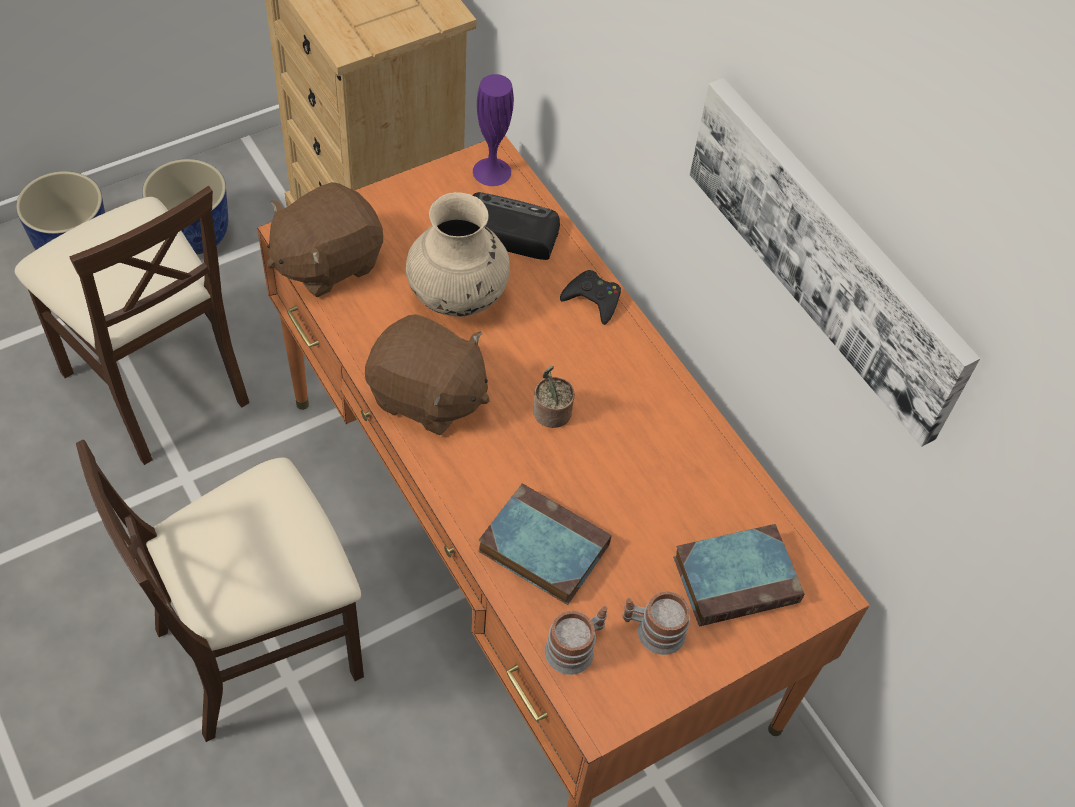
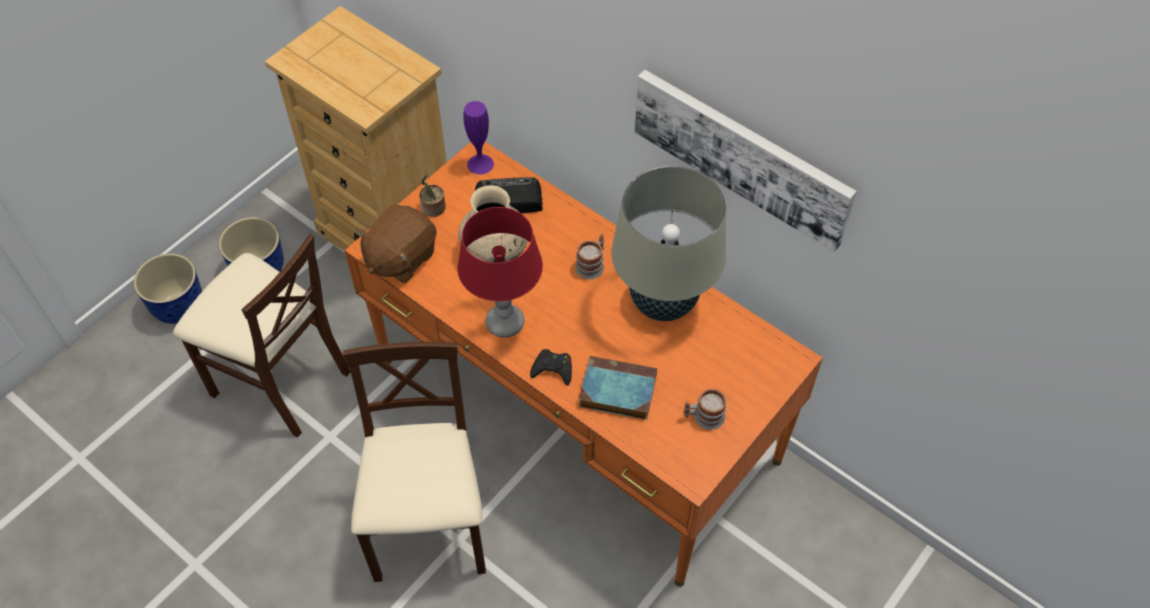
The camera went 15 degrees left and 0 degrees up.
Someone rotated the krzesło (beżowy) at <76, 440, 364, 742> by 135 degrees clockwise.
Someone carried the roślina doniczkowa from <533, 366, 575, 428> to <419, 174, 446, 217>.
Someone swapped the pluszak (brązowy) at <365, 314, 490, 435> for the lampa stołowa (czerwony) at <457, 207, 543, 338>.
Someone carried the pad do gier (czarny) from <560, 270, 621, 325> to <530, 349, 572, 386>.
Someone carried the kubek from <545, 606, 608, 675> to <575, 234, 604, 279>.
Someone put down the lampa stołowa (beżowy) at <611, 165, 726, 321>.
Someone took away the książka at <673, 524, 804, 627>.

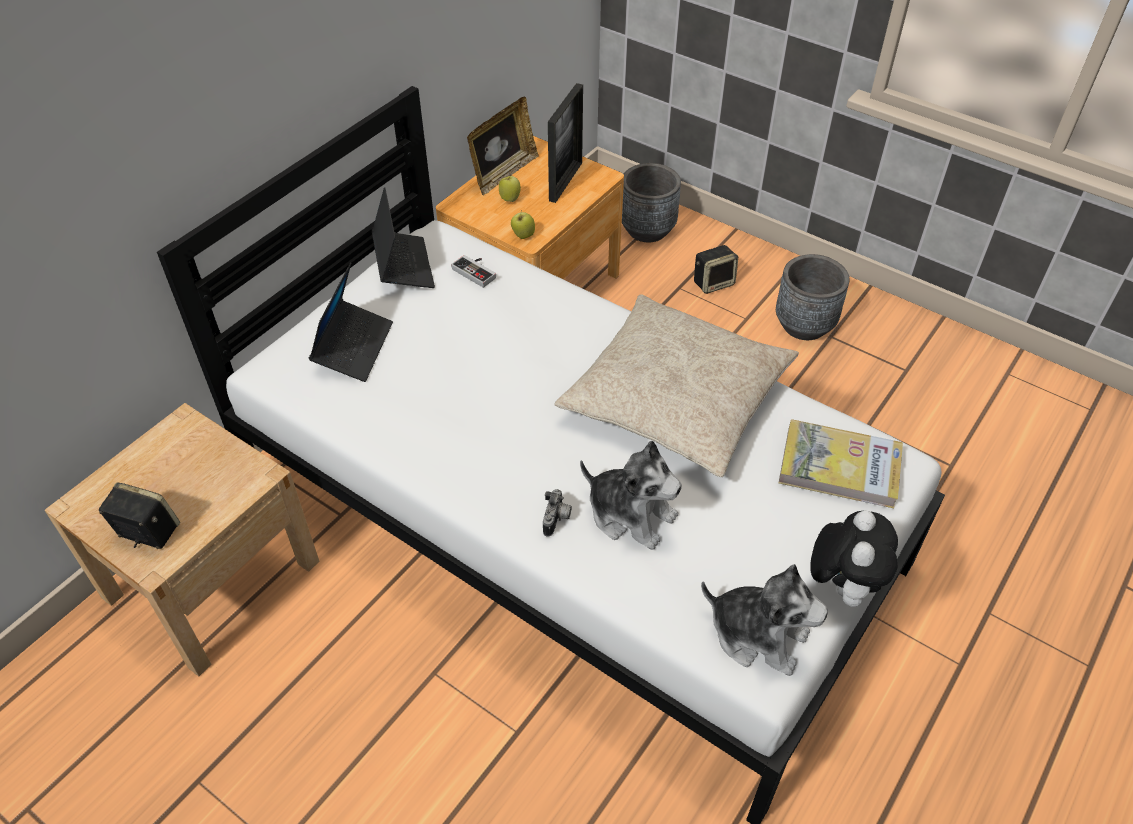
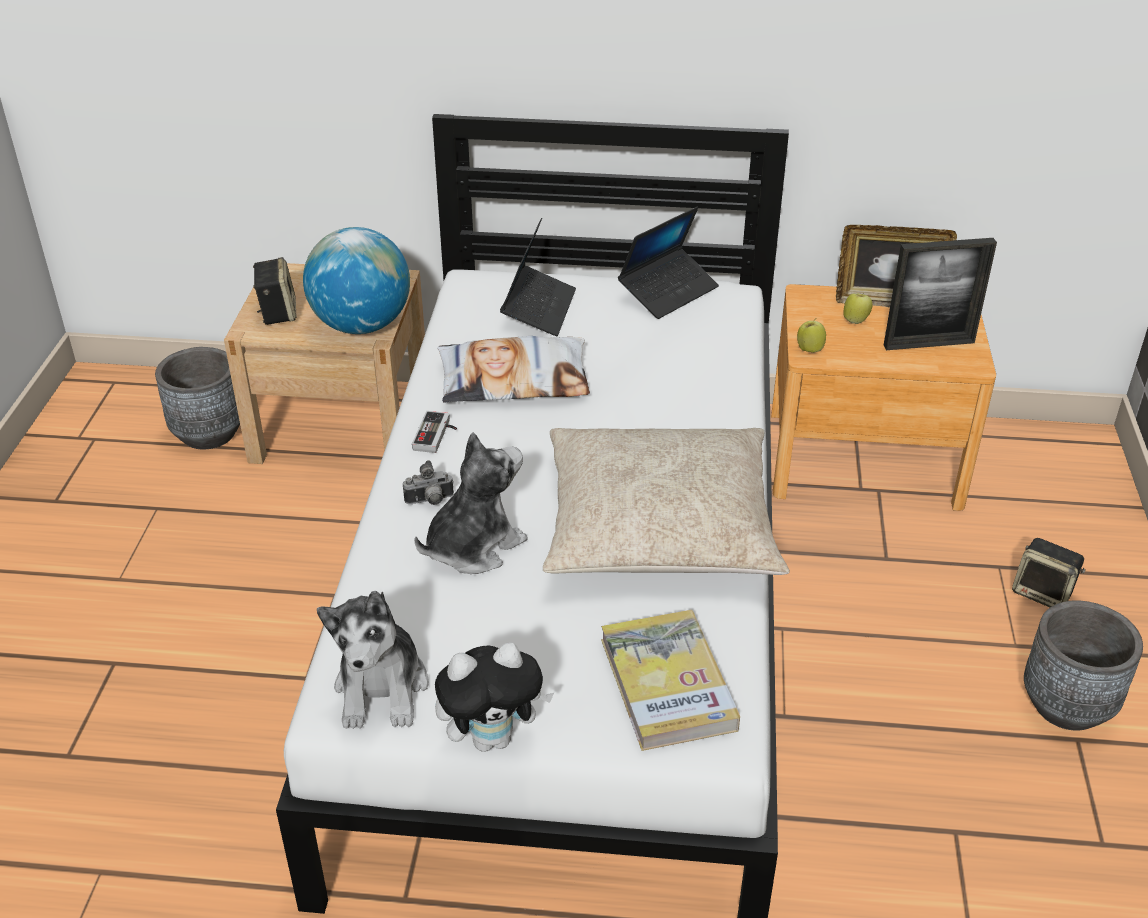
The camera went 60 degrees right and 10 degrees down.
Someone carried the donica (szary) from <622, 163, 681, 242> to <155, 347, 240, 449>.
Someone put down the globus at <303, 227, 410, 334>.
Someone carried the pad do gier from <451, 255, 496, 288> to <412, 411, 457, 453>.
Someone rotated the pluszak at <580, 441, 682, 550> by 135 degrees counterclockwise.
Someone put down the poduszka at <437, 336, 590, 403>.
Someone rotated the laptop at <309, 263, 393, 382> by 60 degrees counterclockwise.

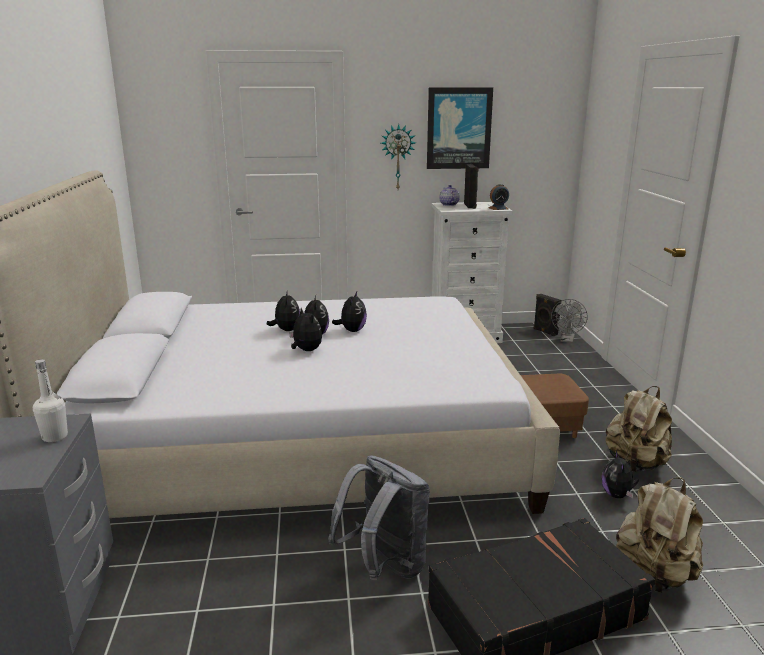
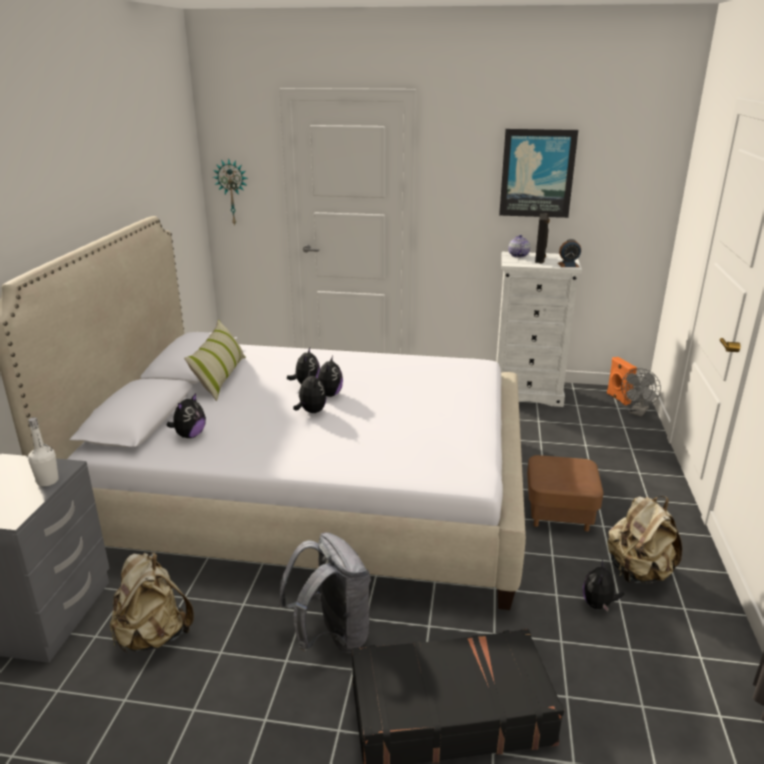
The camera went 15 degrees right and 5 degrees up.
Someone carried the plecak (beżowy) from <616, 477, 703, 593> to <110, 552, 194, 652>.
Someone carried the pluszak from <332, 292, 367, 332> to <167, 393, 206, 438>.
Someone put down the poduszka at <184, 320, 245, 401>.
Someone carried the zegar ścienny from <381, 124, 416, 189> to <213, 158, 248, 226>.
Someone repainted the głośnik (czarny) at <534, 294, 561, 336>, which became the głośnik (pomarańczowy) at <607, 357, 637, 405>.

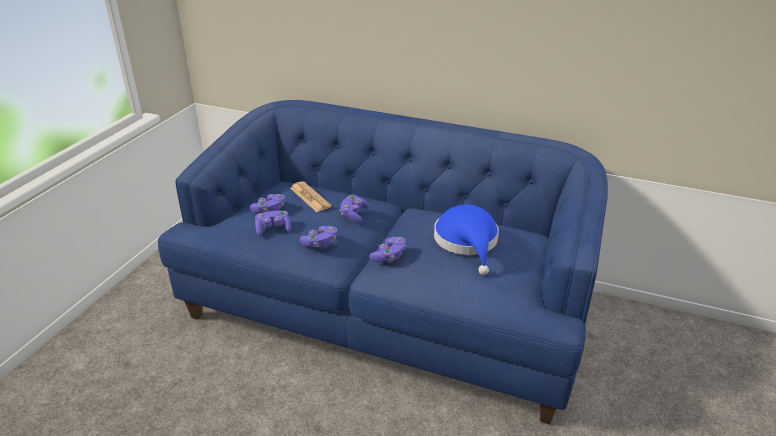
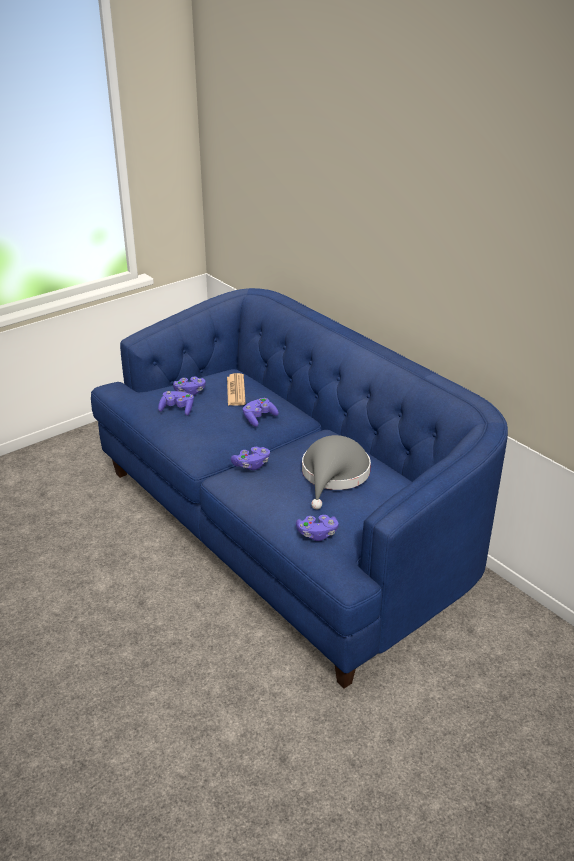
The camera went 30 degrees right and 0 degrees up.
Someone carried the pad do gier (fioletowy) from <300, 226, 337, 249> to <296, 515, 338, 541>.
Someone repainted the kapelusz (niebieski) at <434, 205, 499, 275>, which became the kapelusz (szary) at <302, 435, 371, 509>.

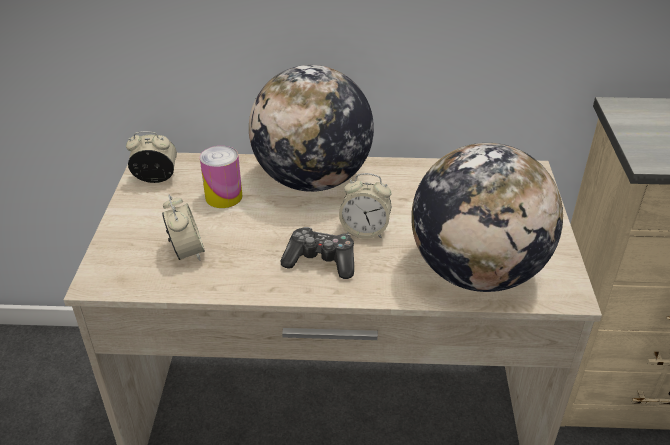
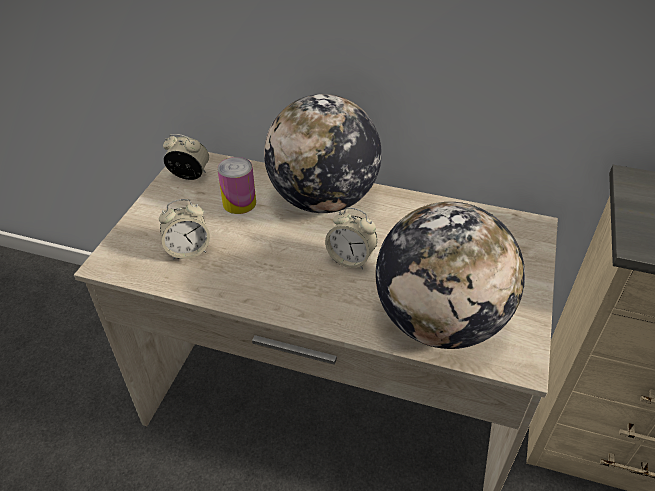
The camera went 15 degrees right and 5 degrees up.
Someone rotated the budzik at <162, 195, 205, 261> by 75 degrees clockwise.
Someone took away the pad do gier at <281, 227, 354, 279>.

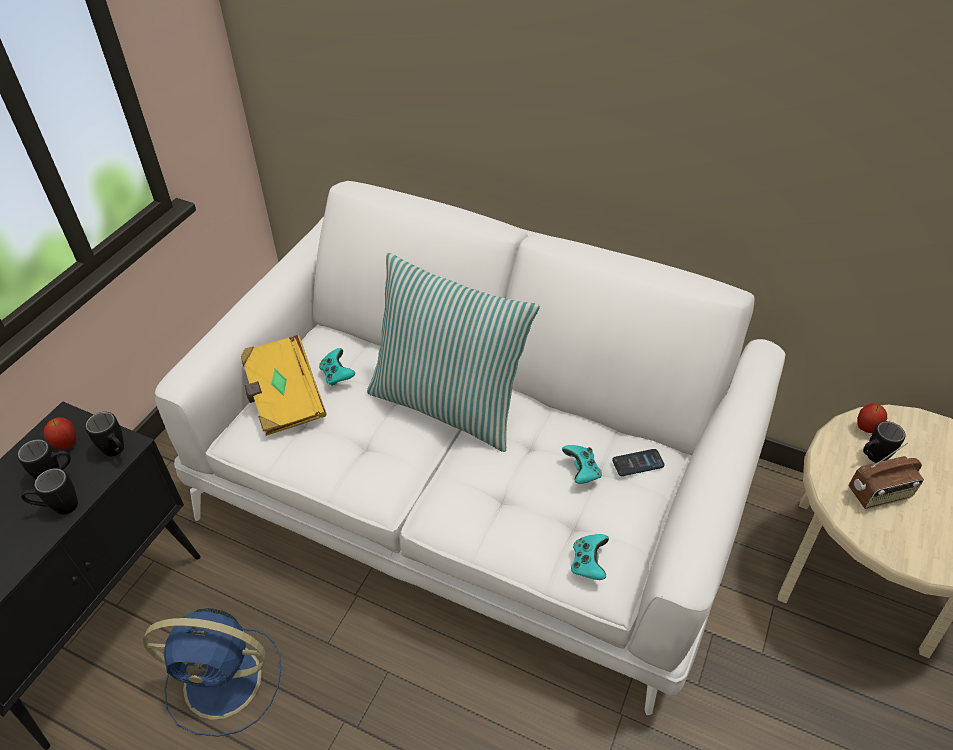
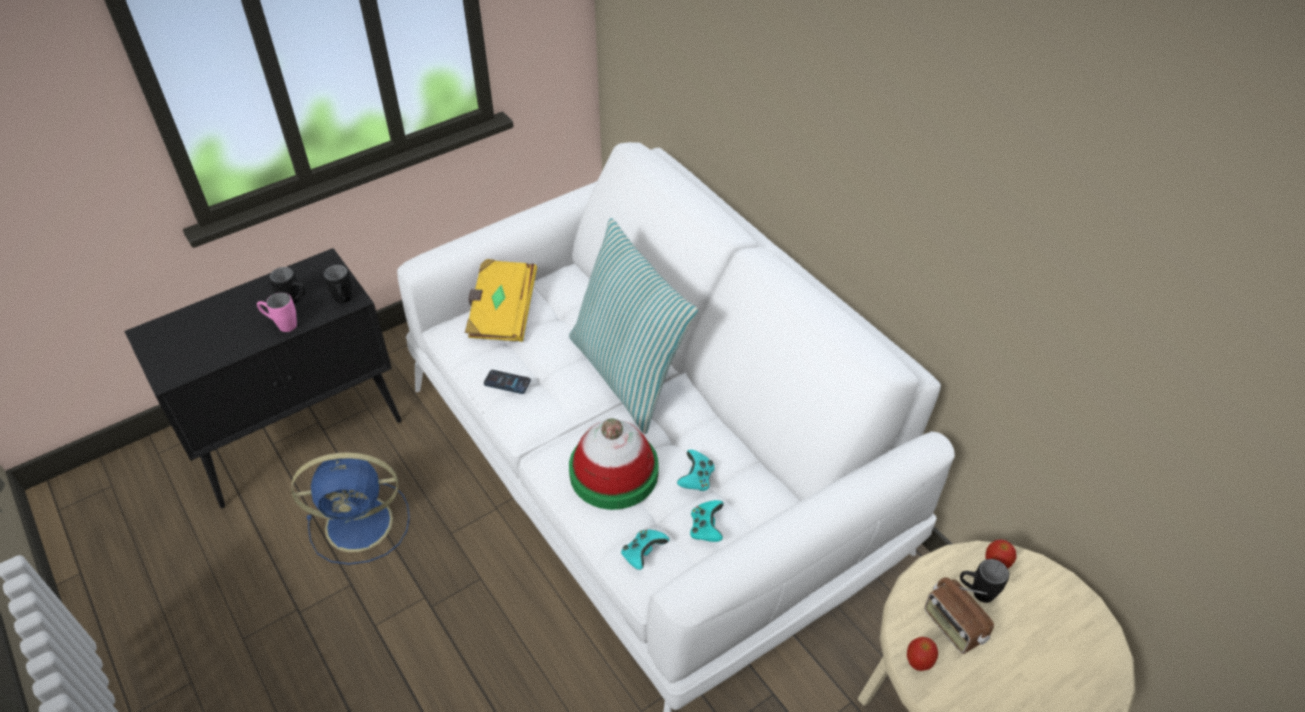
The camera went 30 degrees right and 0 degrees up.
Someone repainted the kubek (czarny) at <21, 468, 78, 515>, which became the kubek (różowy) at <257, 292, 297, 332>.
Someone rotated the wentylator (niebieski) at <143, 608, 281, 736> by 45 degrees counterclockwise.
Someone carried the telefon from <612, 449, 665, 476> to <484, 370, 531, 394>.
Someone put down the kapelusz at <569, 418, 659, 510>.
Someone carried the pad do gier (turkusowy) from <319, 348, 355, 386> to <690, 500, 724, 542>.
Someone carried the jabłko from <44, 417, 76, 450> to <907, 637, 938, 671>.
Someone rotated the radio at <849, 442, 924, 509> by 45 degrees clockwise.

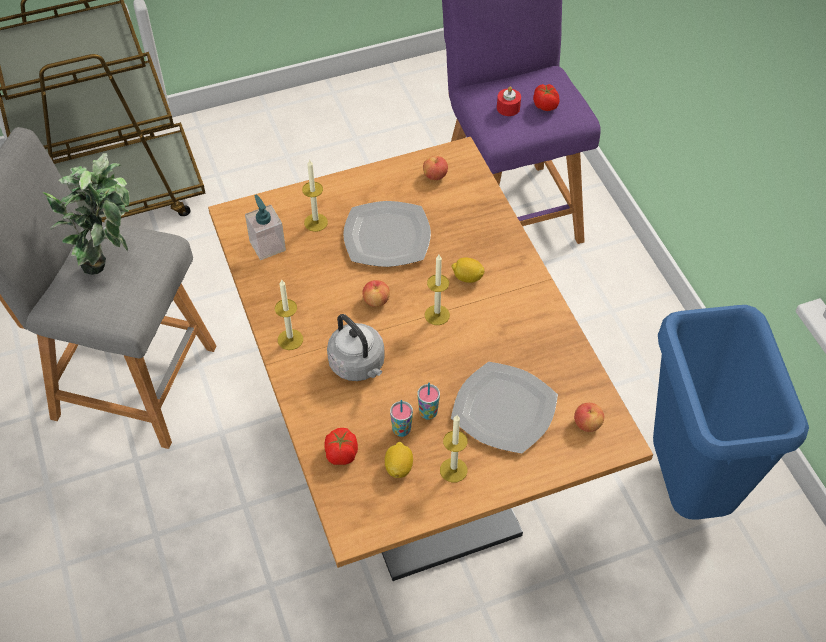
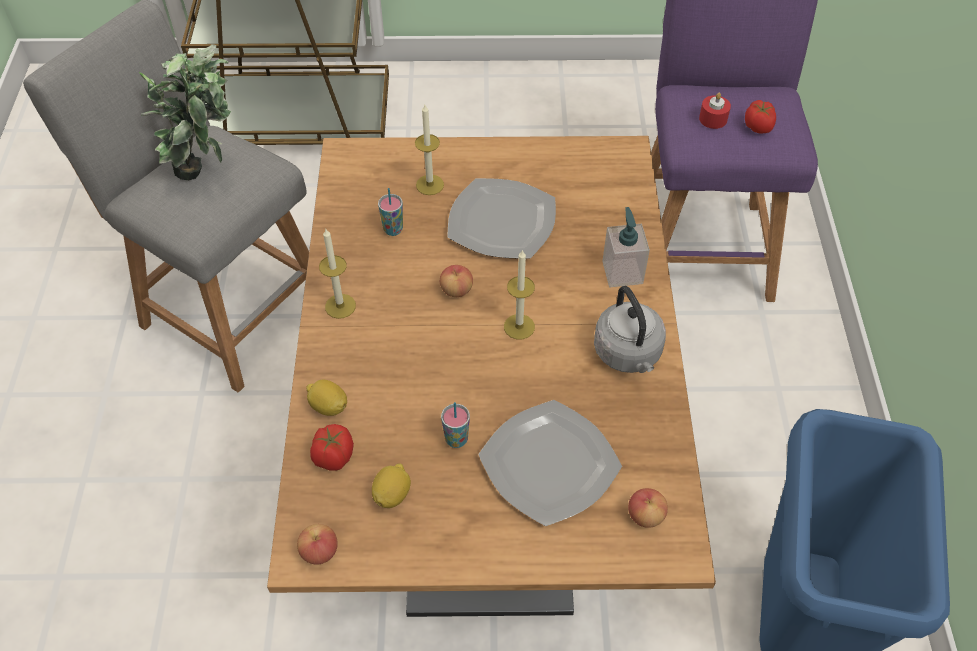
The camera went 20 degrees right and 0 degrees up.
Someone carried the jabłko from <423, 156, 448, 180> to <297, 524, 338, 565>.
Someone carried the cytryna from <452, 257, 485, 283> to <306, 380, 347, 416>.
Someone carried the filiżanka from <390, 400, 413, 437> to <378, 188, 403, 236>.
Someone carried the czajnik (szary) from <327, 314, 385, 381> to <594, 286, 666, 373>.
Someone carried the dozownik mydła from <245, 194, 286, 260> to <602, 207, 650, 287>.
Someone took away the świeca at <440, 415, 468, 482>.

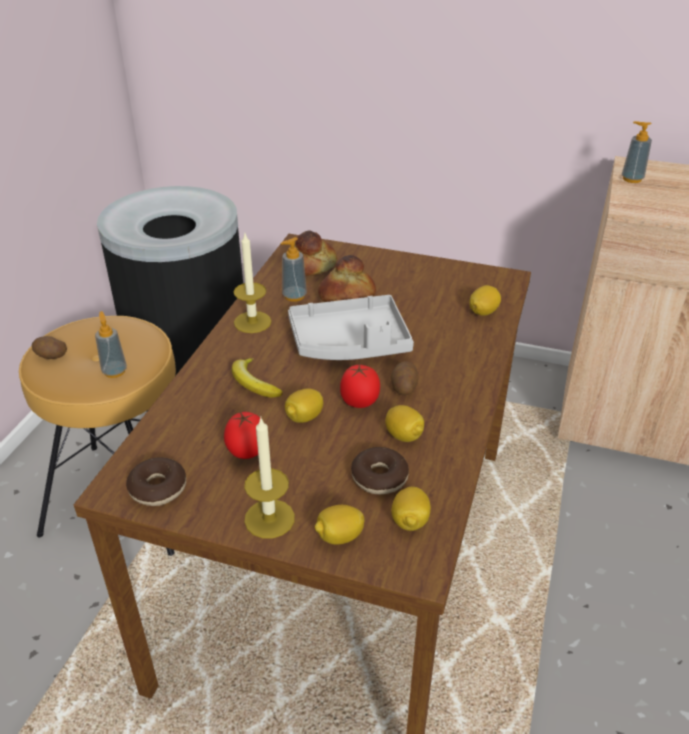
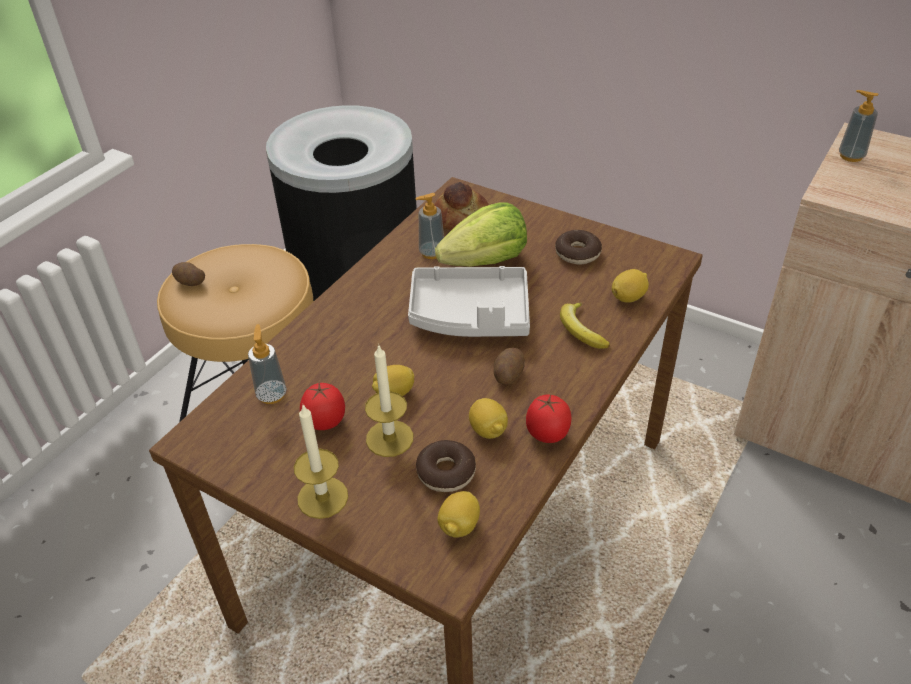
The camera went 15 degrees right and 5 degrees up.
Someone carried the dozownik mydła from <95, 311, 127, 378> to <248, 324, 287, 404>.
Someone carried the świeca from <233, 234, 272, 333> to <365, 344, 413, 457>.
Someone swapped the chleb at <318, 255, 376, 302> for the sałata at <435, 202, 527, 267>.
Someone carried the pomidor from <340, 364, 380, 408> to <526, 395, 571, 443>.
Someone carried the donut from <126, 457, 186, 506> to <555, 230, 602, 265>.
Someone carried the banan from <232, 358, 283, 397> to <560, 302, 610, 349>.
Someone took away the cytryna at <315, 505, 364, 545>.

